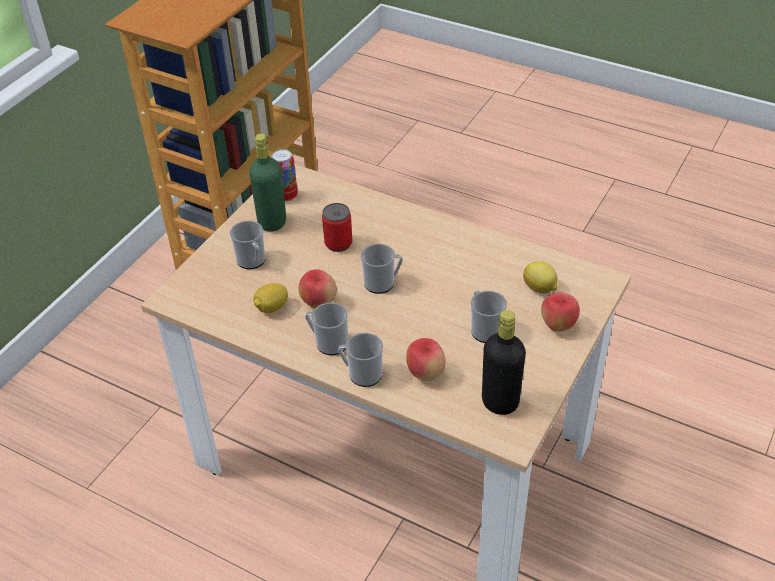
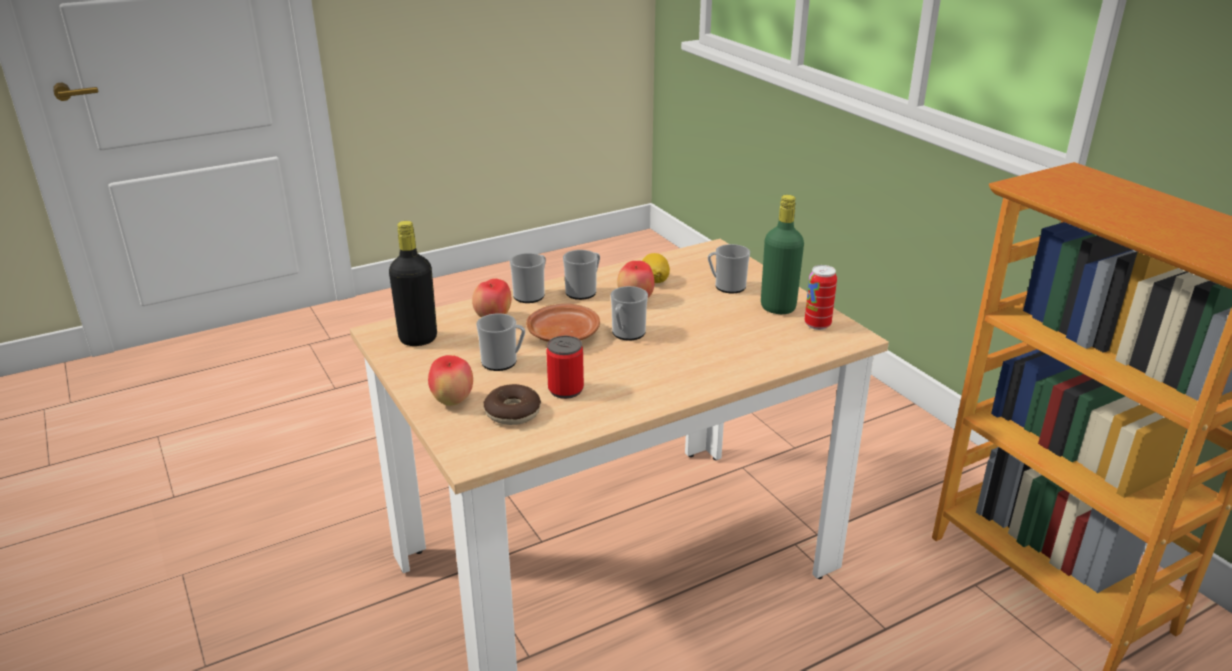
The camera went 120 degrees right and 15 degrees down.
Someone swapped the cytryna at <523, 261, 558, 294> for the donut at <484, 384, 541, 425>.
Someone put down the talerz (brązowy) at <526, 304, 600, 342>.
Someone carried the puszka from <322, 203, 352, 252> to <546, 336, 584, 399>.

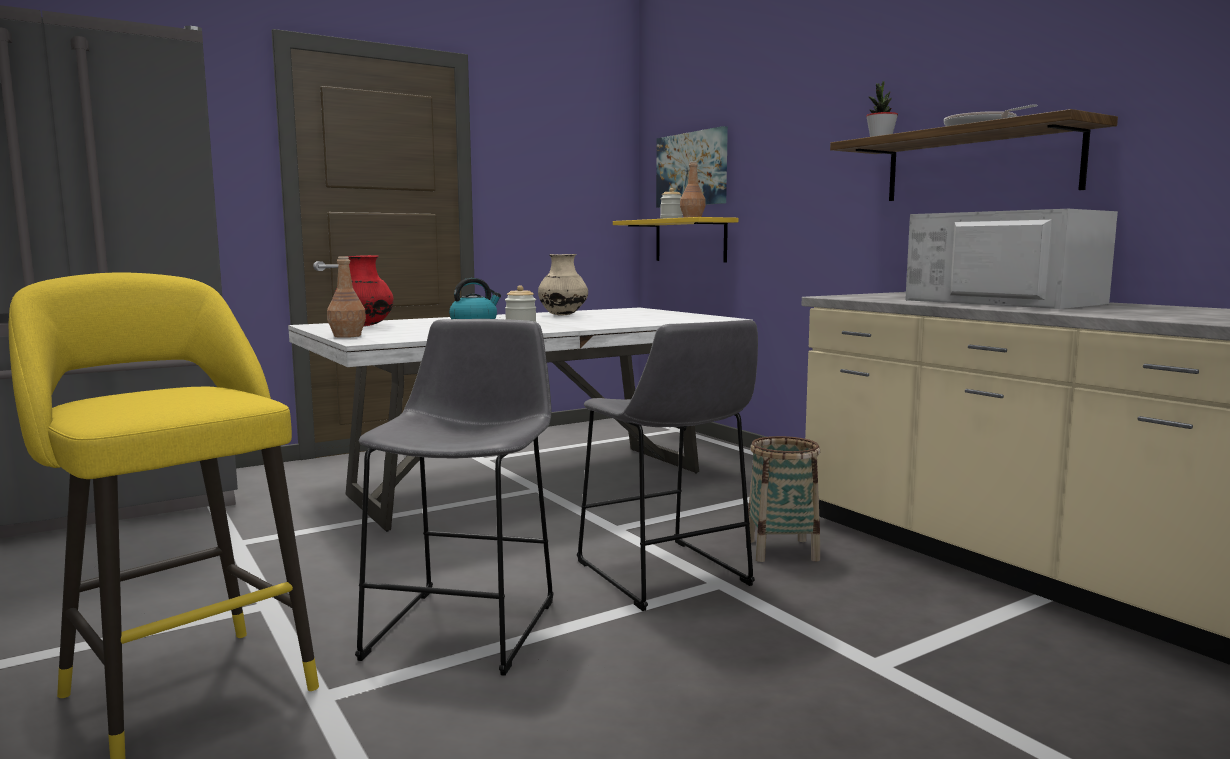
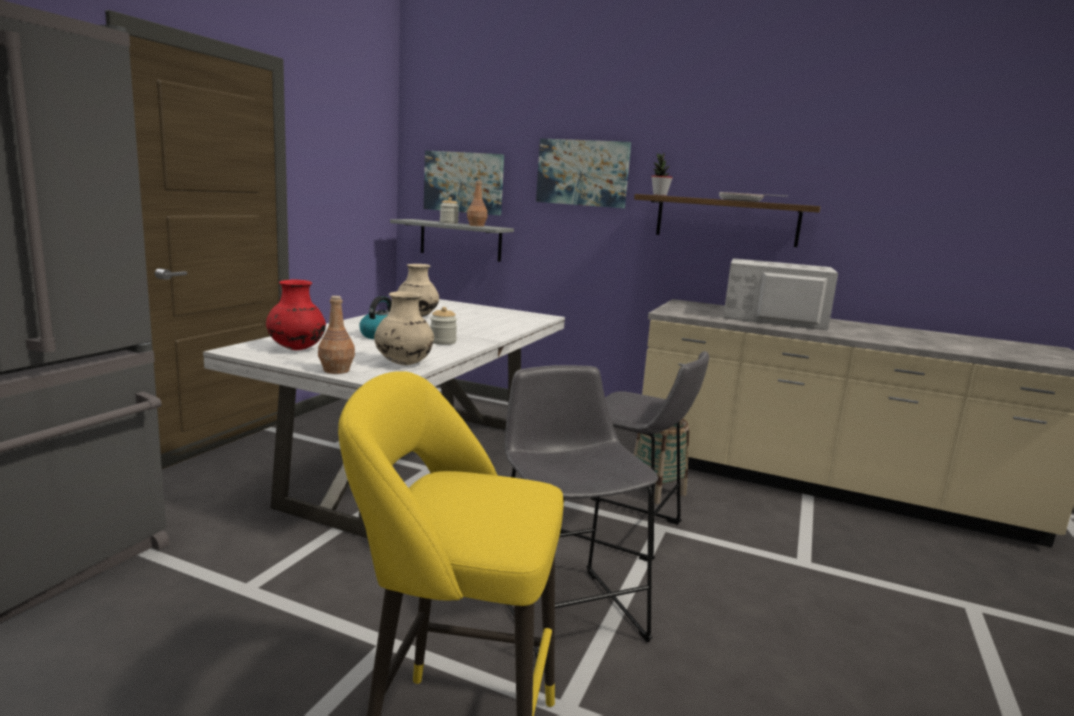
The camera went 35 degrees left and 5 degrees up.
Someone put down the wazon (beżowy) at <374, 291, 434, 365>.
Someone repainted the półka (żółty) at <613, 217, 738, 262>, which became the półka (szary) at <390, 219, 514, 262>.
Someone put up the obraz at <536, 138, 631, 208>.

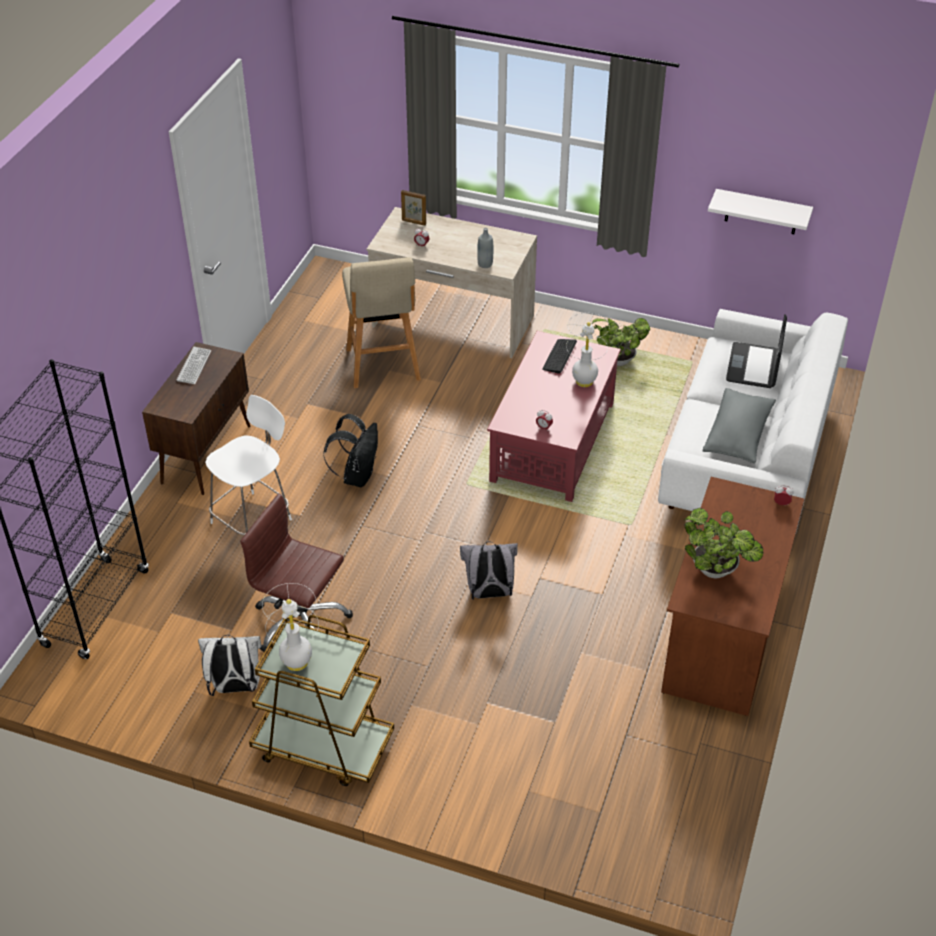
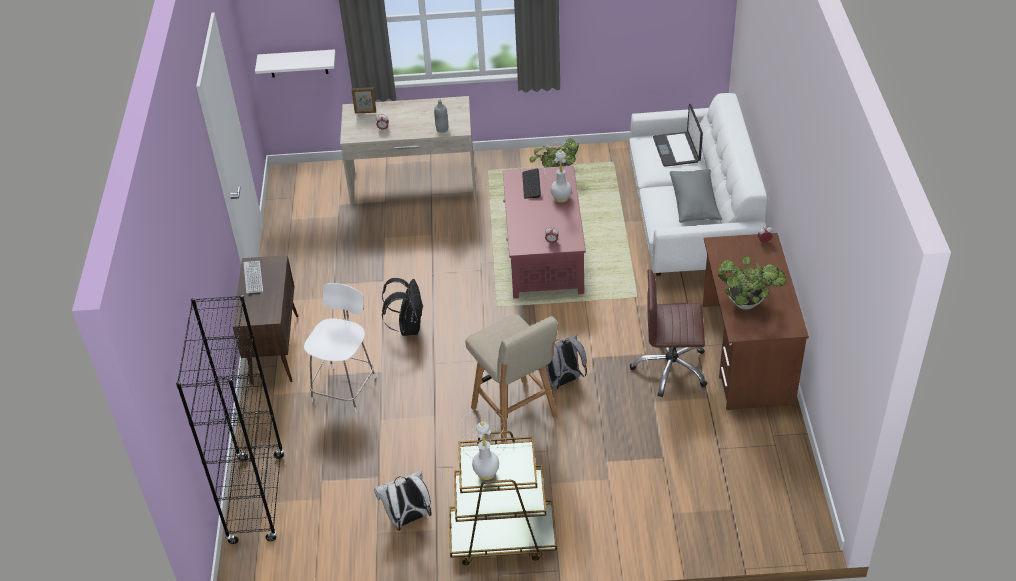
The camera went 20 degrees left and 0 degrees up.
Someone carried the półka (biały) from <708, 189, 813, 234> to <255, 49, 335, 78>.
Someone carried the stołek (beżowy) from <342, 257, 421, 388> to <465, 314, 558, 442>.
Someone carried the krzesło biurowe (brązowy) from <240, 493, 353, 652> to <630, 269, 707, 397>.

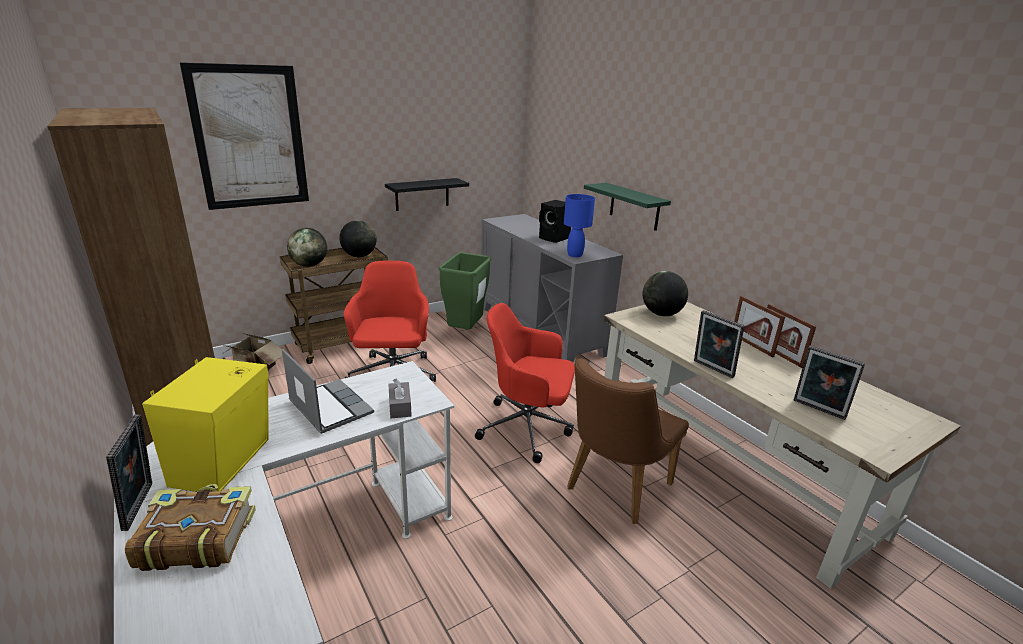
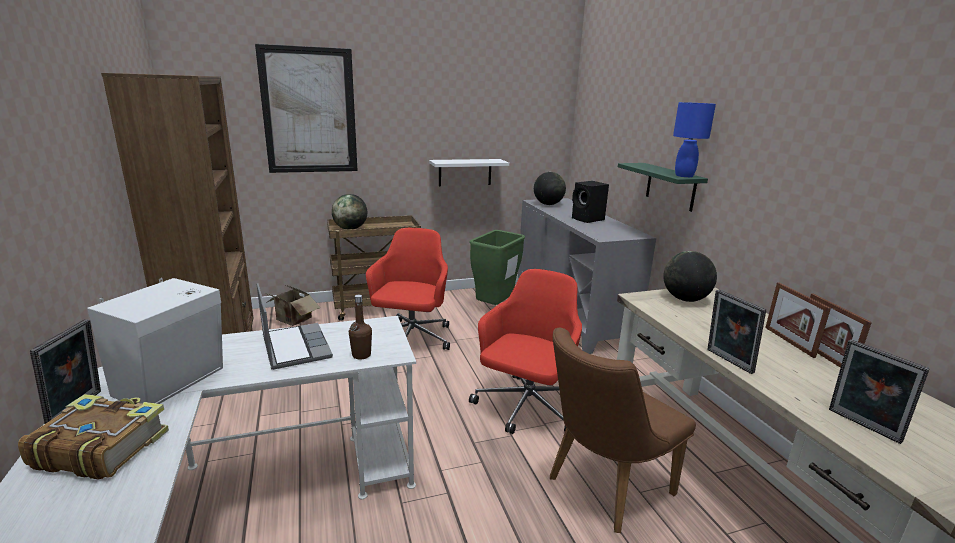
The camera went 15 degrees right and 5 degrees down.
Someone repainted the głośnik (żółty) at <142, 357, 269, 492>, which became the głośnik (biały) at <87, 278, 223, 404>.
Someone swapped the pudełko chusteczek (szary) at <388, 378, 412, 418> for the butelka (brązowy) at <349, 295, 372, 360>.
Someone repainted the półka (czarny) at <385, 178, 469, 211>, which became the półka (biały) at <429, 159, 509, 186>.
Someone rotated the krzesło biurowe (czerwony) at <475, 303, 575, 463> by 90 degrees clockwise.
Someone carried the globus from <339, 220, 376, 257> to <534, 172, 566, 205>.
Someone carried the lampa stołowa (niebieski) from <564, 194, 595, 257> to <673, 102, 716, 177>.

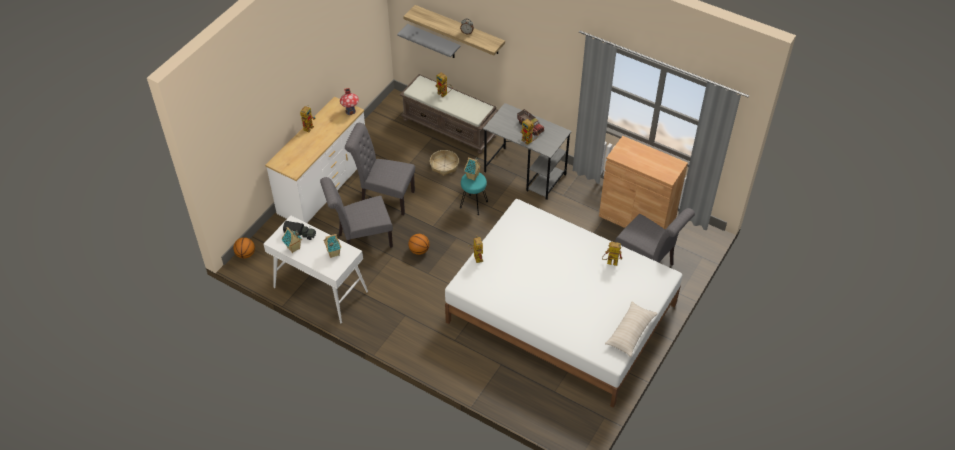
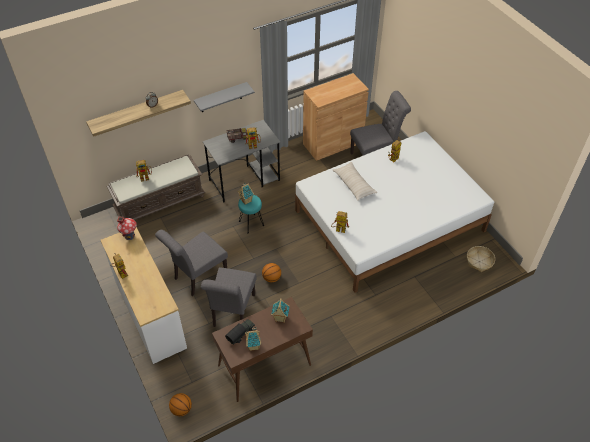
The camera went 60 degrees left and 0 degrees up.
Someone carried the półka (szary) from <397, 24, 461, 58> to <194, 82, 255, 112>.
Someone repainted the stolik konsolowy (biały) at <264, 215, 368, 323>, which became the stolik konsolowy (brązowy) at <212, 297, 313, 402>.
Someone carried the poduszka (beżowy) from <605, 301, 658, 357> to <333, 162, 377, 201>.
Someone carried the koszyk from <430, 150, 459, 176> to <467, 246, 495, 272>.

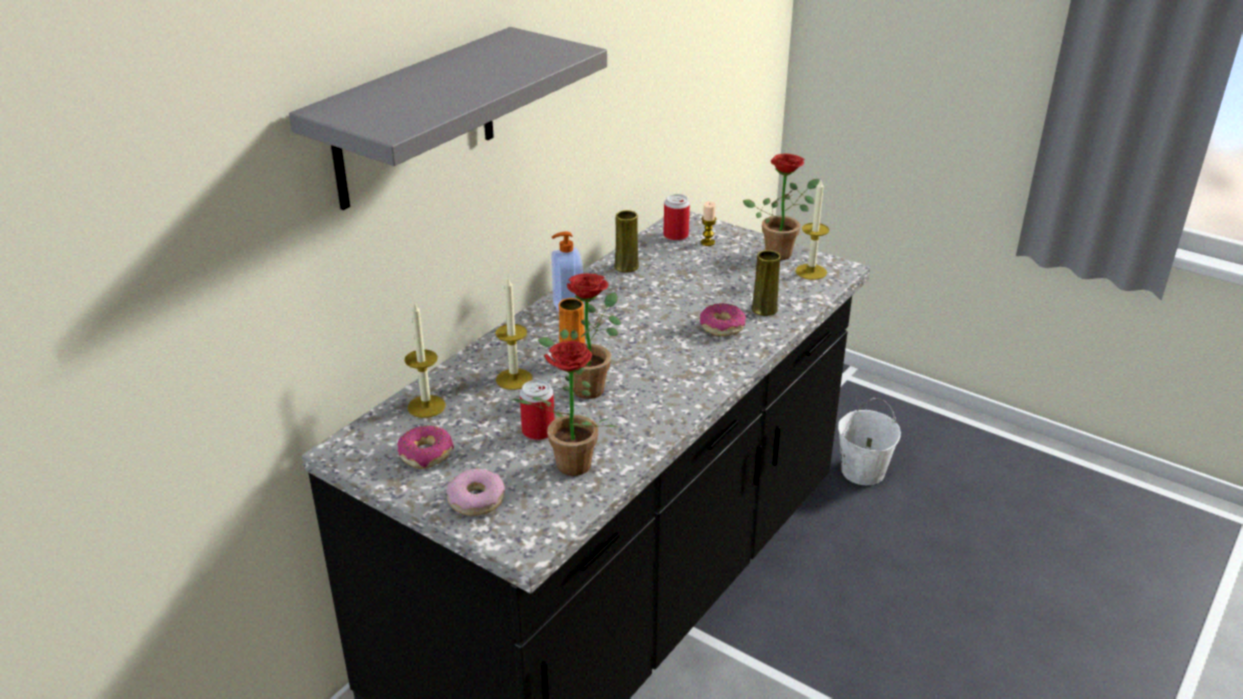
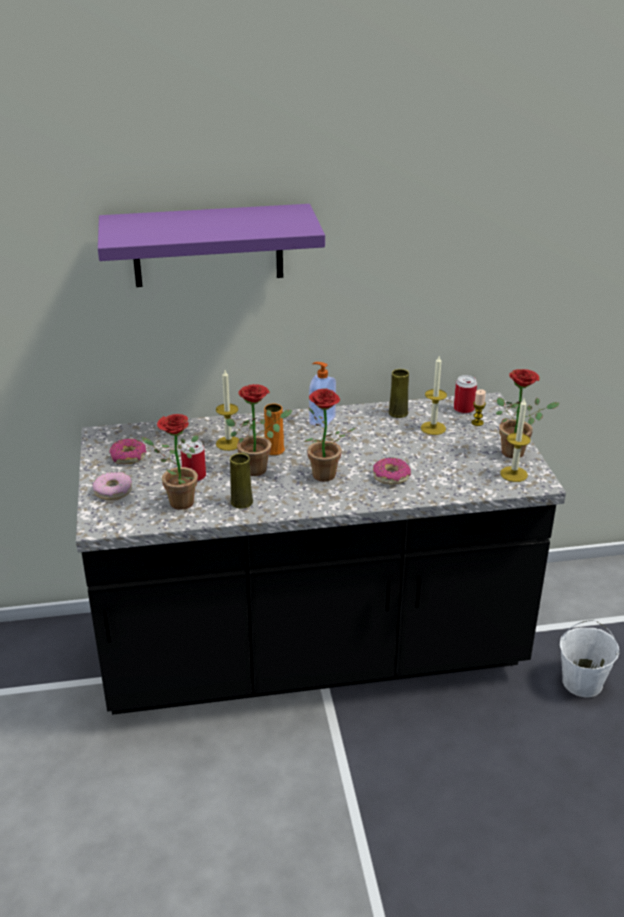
The camera went 45 degrees right and 0 degrees up.
Someone repainted the półka (szary) at <289, 27, 607, 210>, which became the półka (fioletowy) at <98, 204, 325, 287>.
Someone carried the wazon (żółty) from <751, 250, 781, 316> to <230, 453, 253, 509>.
Someone put down the roślina doniczkowa at <304, 388, 357, 482>.
Someone carried the świeca from <404, 301, 446, 418> to <421, 356, 447, 435>.

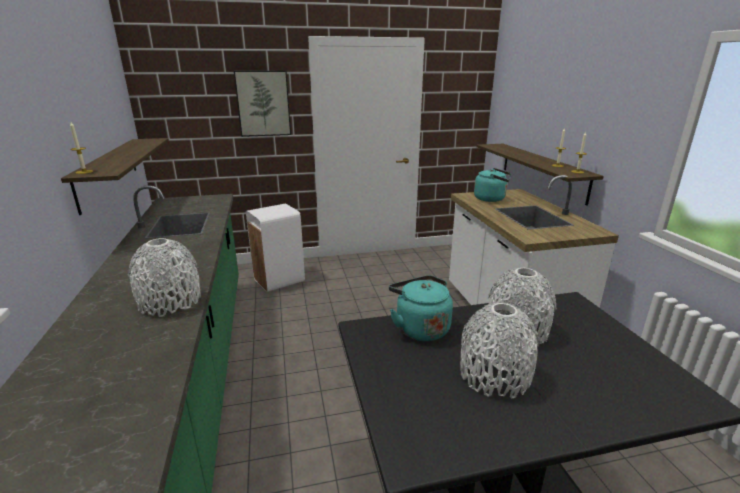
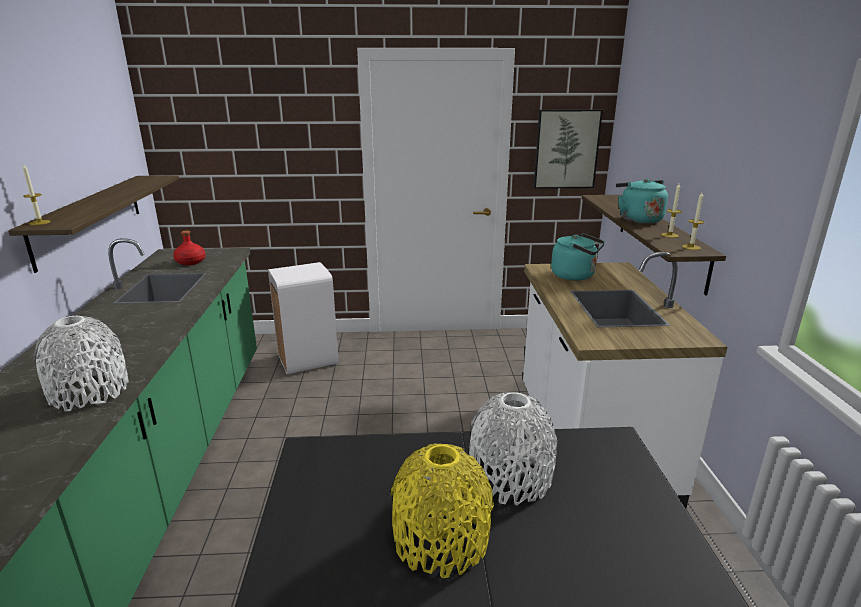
The camera went 10 degrees right and 0 degrees up.
Someone put down the butelka (czerwony) at <173, 230, 206, 265>.
Someone repainted the wazon (biały) at <460, 303, 540, 399>, which became the wazon (żółty) at <390, 443, 494, 578>.
Someone carried the obraz from <234, 71, 291, 137> to <534, 109, 603, 189>.
Someone carried the czajnik (turkusowy) from <389, 275, 453, 341> to <616, 179, 668, 224>.

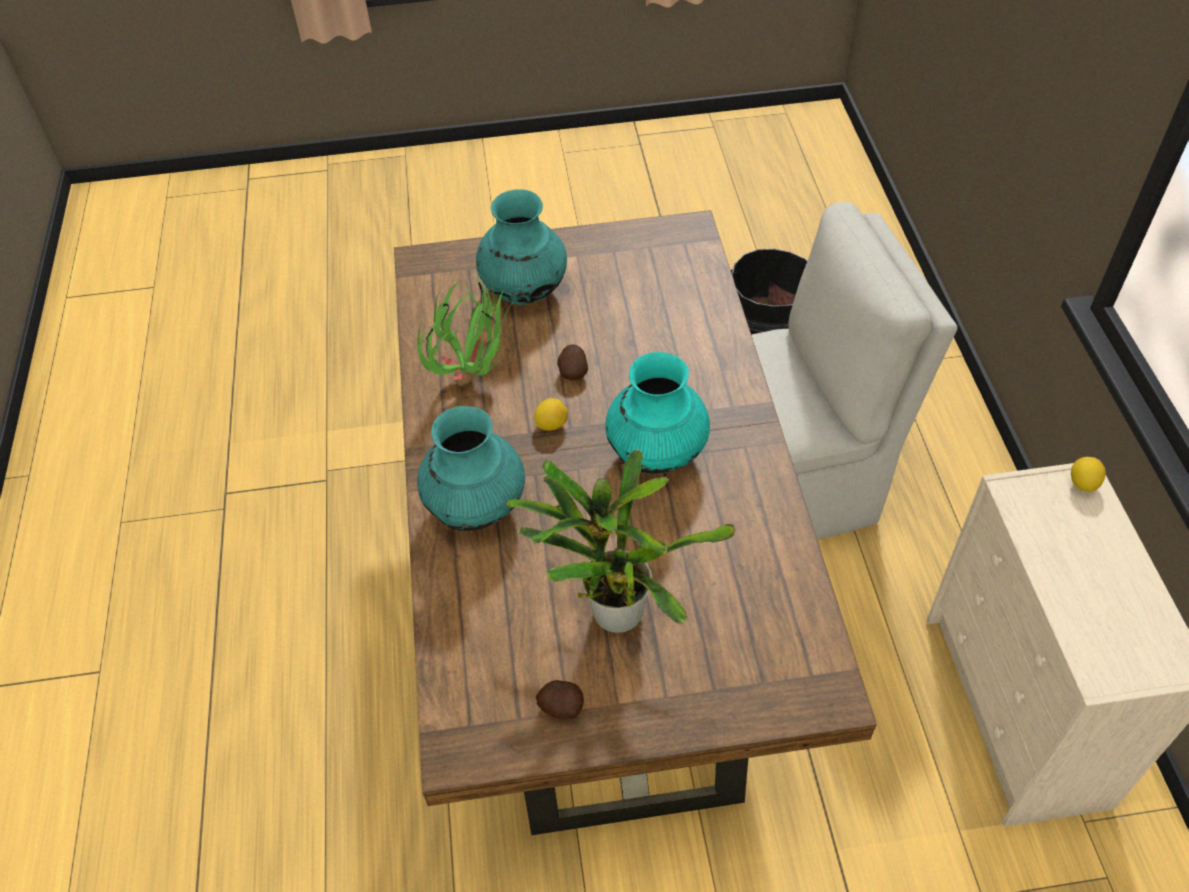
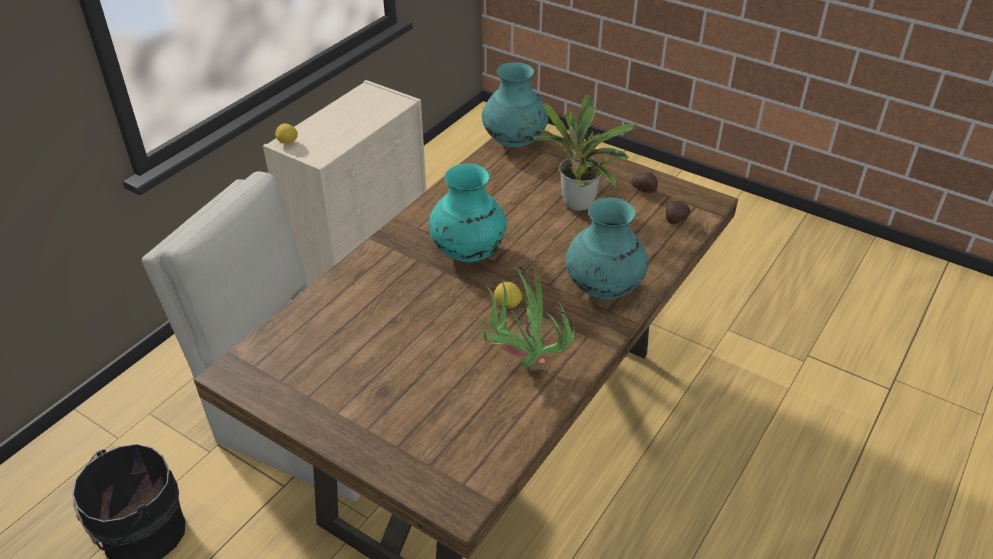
The camera went 140 degrees left and 10 degrees down.
Someone carried the wazon (turkusowy) from <476, 189, 567, 305> to <482, 62, 548, 148>.
Someone carried the ziemniak from <557, 344, 588, 380> to <666, 201, 691, 224>.

